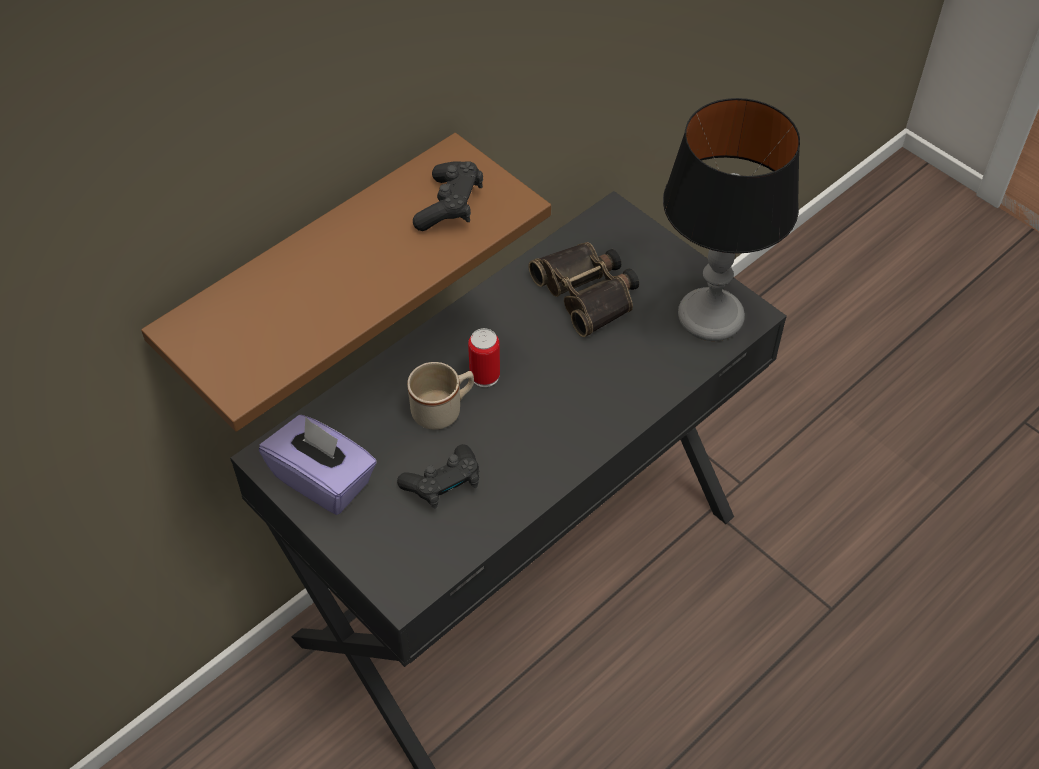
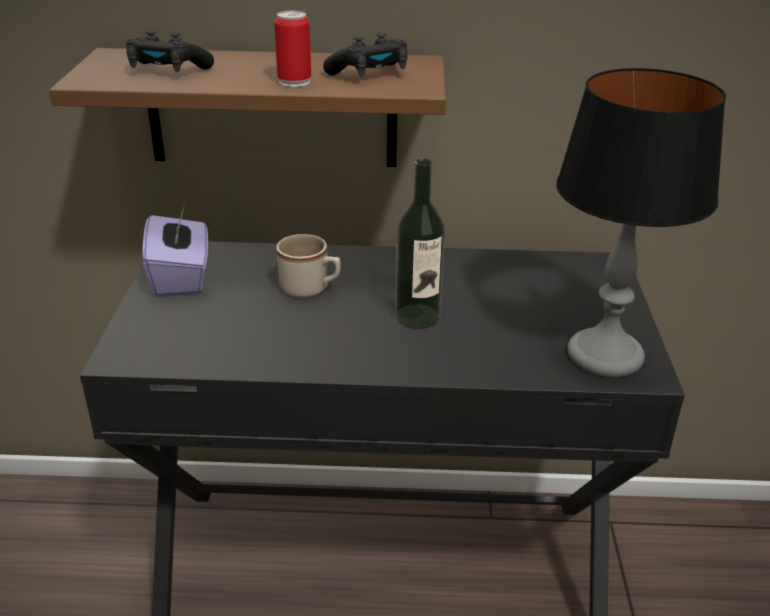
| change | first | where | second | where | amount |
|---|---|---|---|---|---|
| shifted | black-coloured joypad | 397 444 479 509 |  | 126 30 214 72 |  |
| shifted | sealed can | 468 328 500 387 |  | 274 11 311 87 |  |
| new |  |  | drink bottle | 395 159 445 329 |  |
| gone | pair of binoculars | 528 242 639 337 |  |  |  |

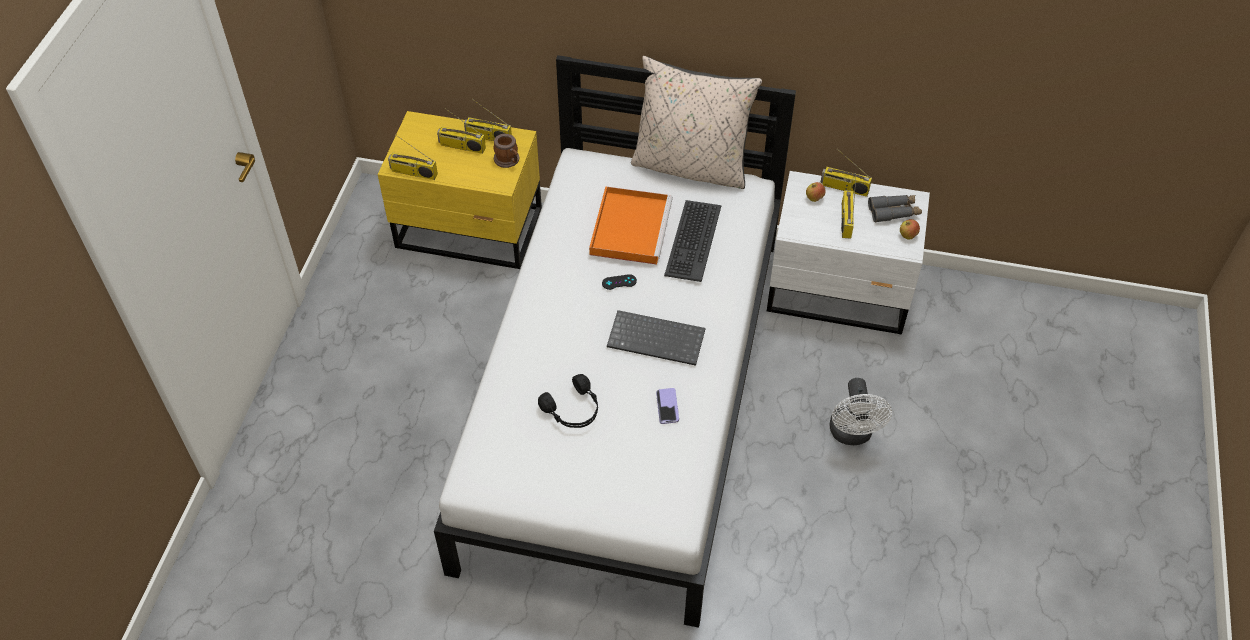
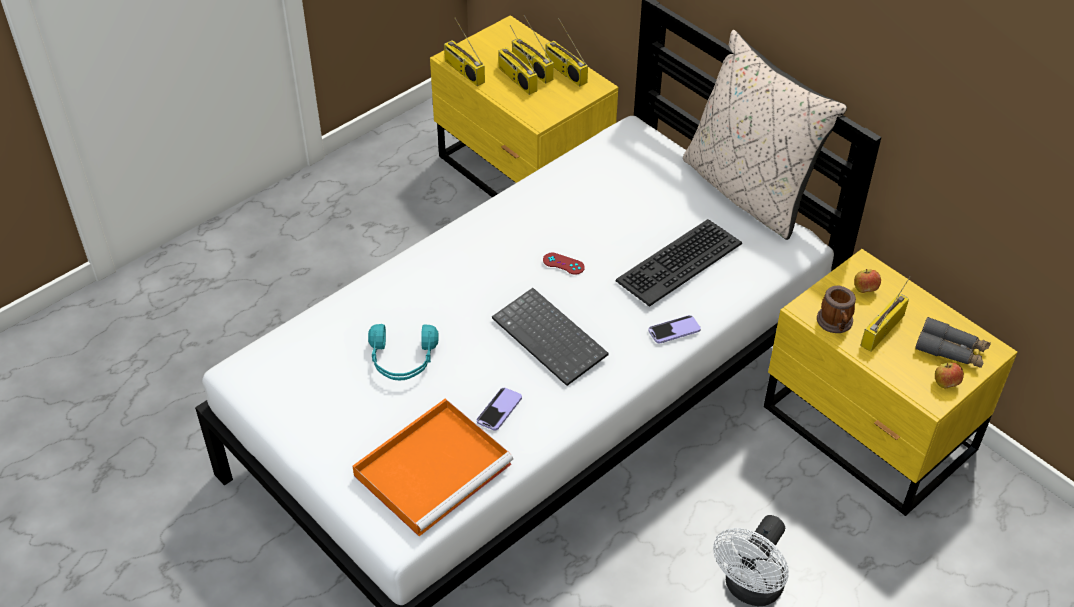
| change | first | where | second | where | amount |
|---|---|---|---|---|---|
| shifted | orange-coloured tray | 589 187 673 265 |  | 352 399 513 536 |  |
| repainted | black-coloured headset | 538 374 598 428 | turquoise-coloured headset | 368 324 439 380 |  |
| shifted | radio set | 820 149 872 197 |  | 498 25 537 95 |  |
| repainted | black-coloured joypad | 602 274 637 290 | red joypad | 543 253 585 275 |  |
| new |  |  | telephone | 648 315 701 344 |  |
| repainted | whitish bedside table | 767 171 930 335 | yellowish bedside table | 764 249 1017 516 |  |
| shifted | tea mug | 494 134 519 168 |  | 817 286 856 333 |  |

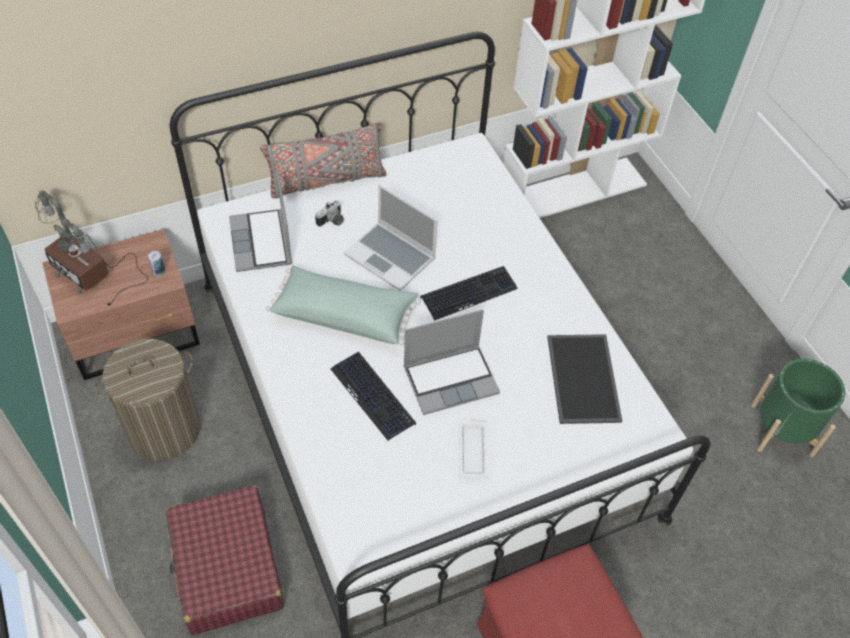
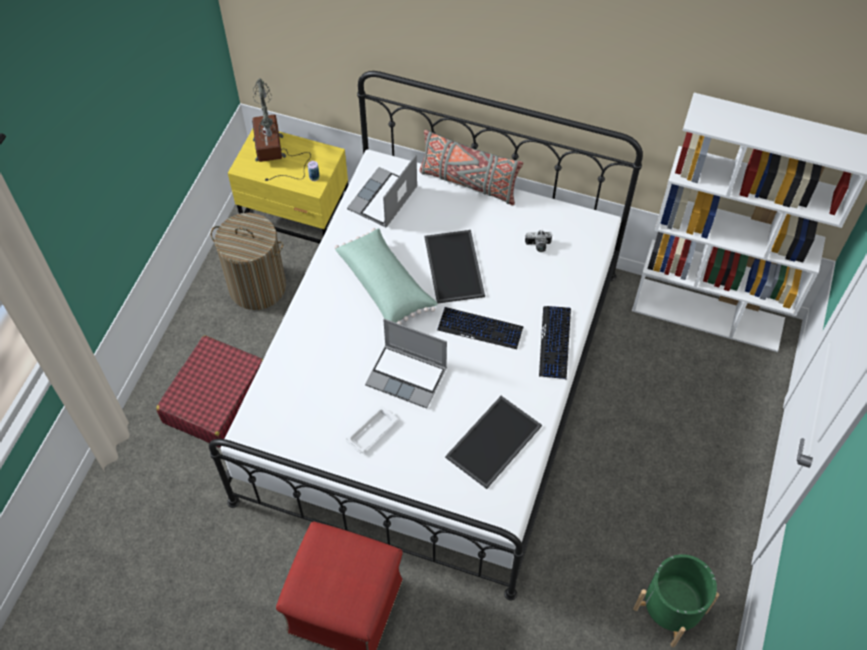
| change | first | where | second | where | amount |
|---|---|---|---|---|---|
| repainted | brown-coloured bedside table | 42 229 200 380 | yellowish bedside table | 228 129 348 244 |  |
| swapped | laptop | 344 184 438 291 | tray | 424 230 485 303 |  |
| shifted | photo camera | 315 200 344 227 |  | 525 230 552 252 |  |
| shifted | keyboard | 331 352 416 441 |  | 539 306 571 380 |  |

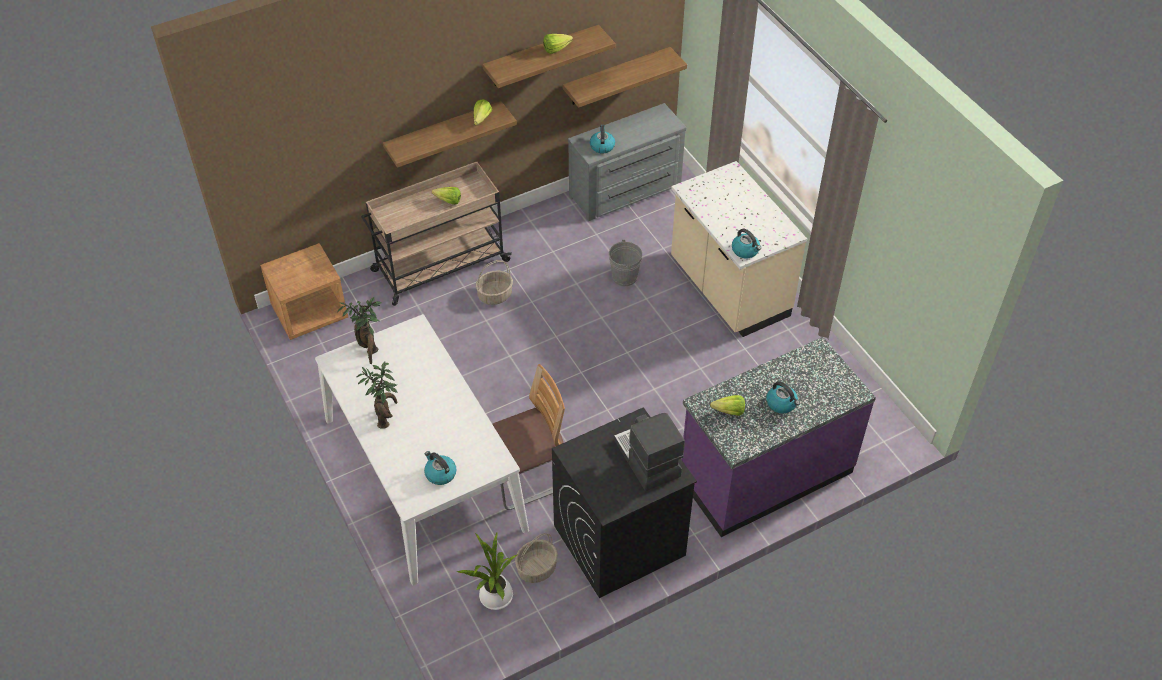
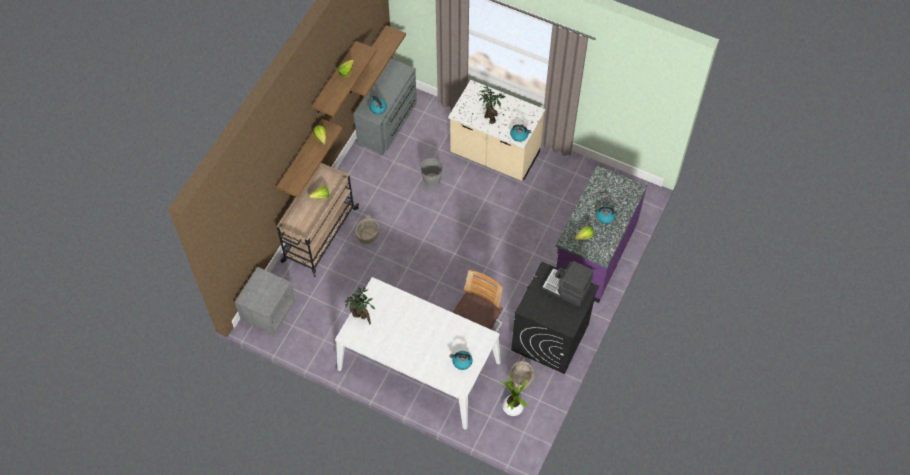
| change | first | where | second | where | amount |
|---|---|---|---|---|---|
| repainted | brown-coloured bedside table | 260 243 348 340 | greyish bedside table | 235 267 296 335 |  |
| shifted | houseplant | 357 362 398 428 |  | 479 86 505 124 |  |

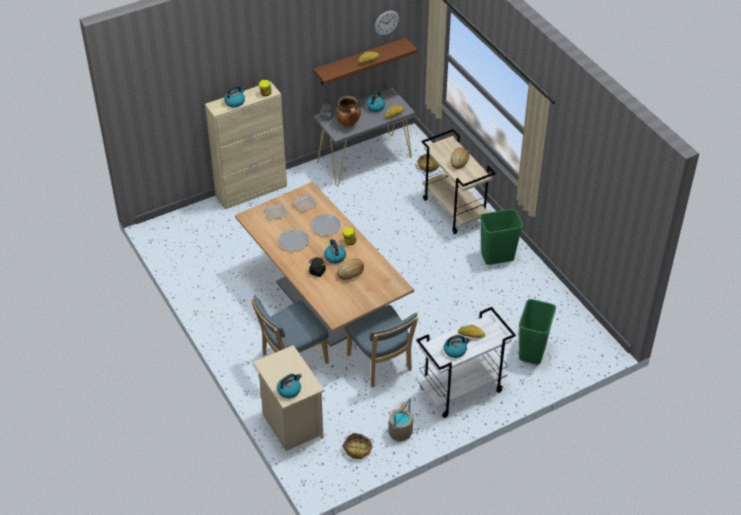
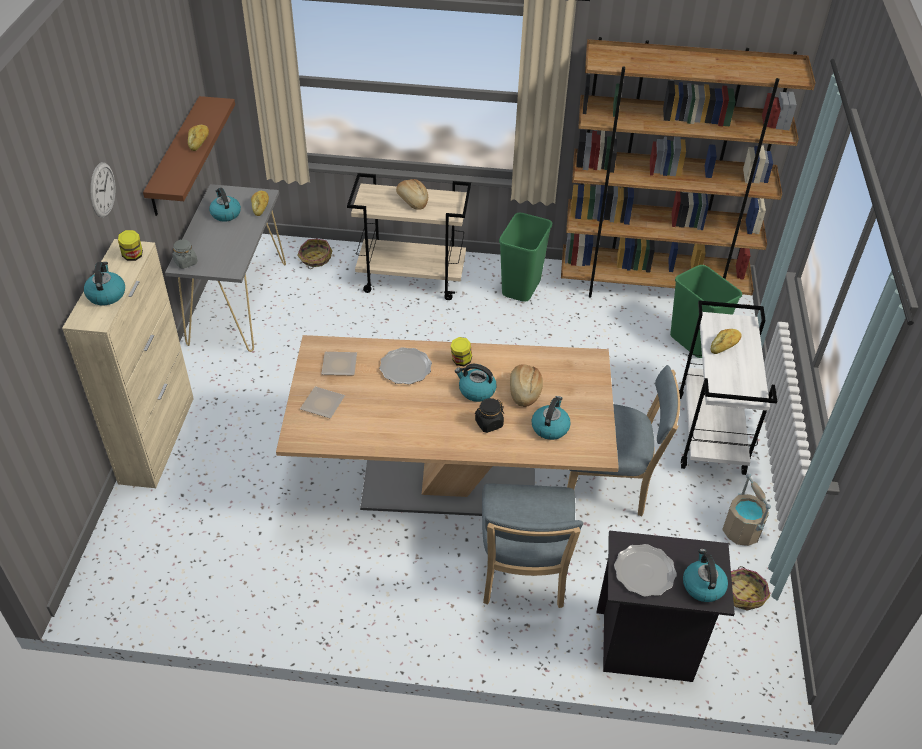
| change | first | where | second | where | amount |
|---|---|---|---|---|---|
| shifted | clock on the wall | 375 10 399 35 |  | 90 162 116 218 |  |
| shifted | water kettle | 444 335 470 358 |  | 531 396 571 440 |  |
| new |  |  | brown-coloured bookshelf | 561 37 816 298 |  |
| repainted | sand-coloured bedside table | 253 345 325 451 | black-coloured bedside table | 597 530 735 682 |  |
| shifted | flat dish | 278 229 309 251 |  | 614 544 677 597 |  |
| gone | cooking pot | 335 96 361 127 |  |  |  |

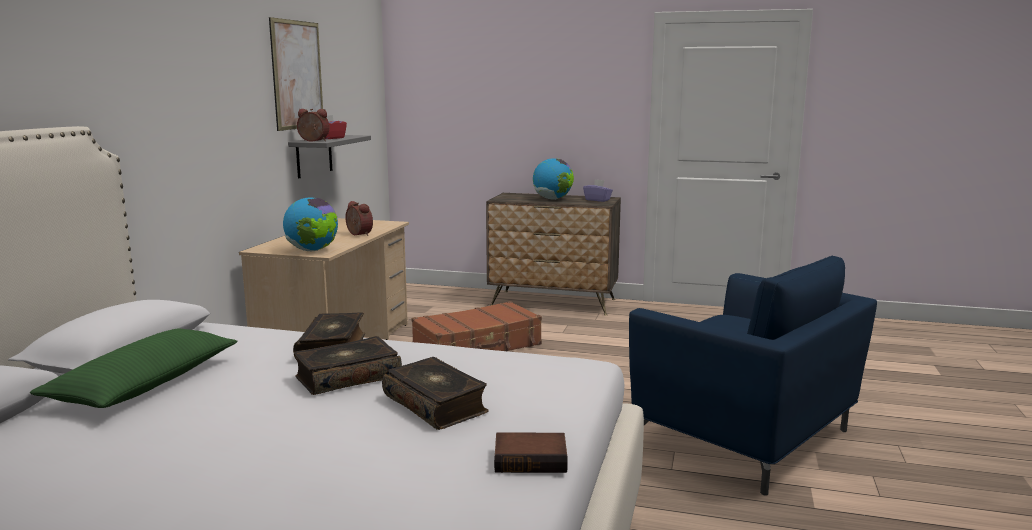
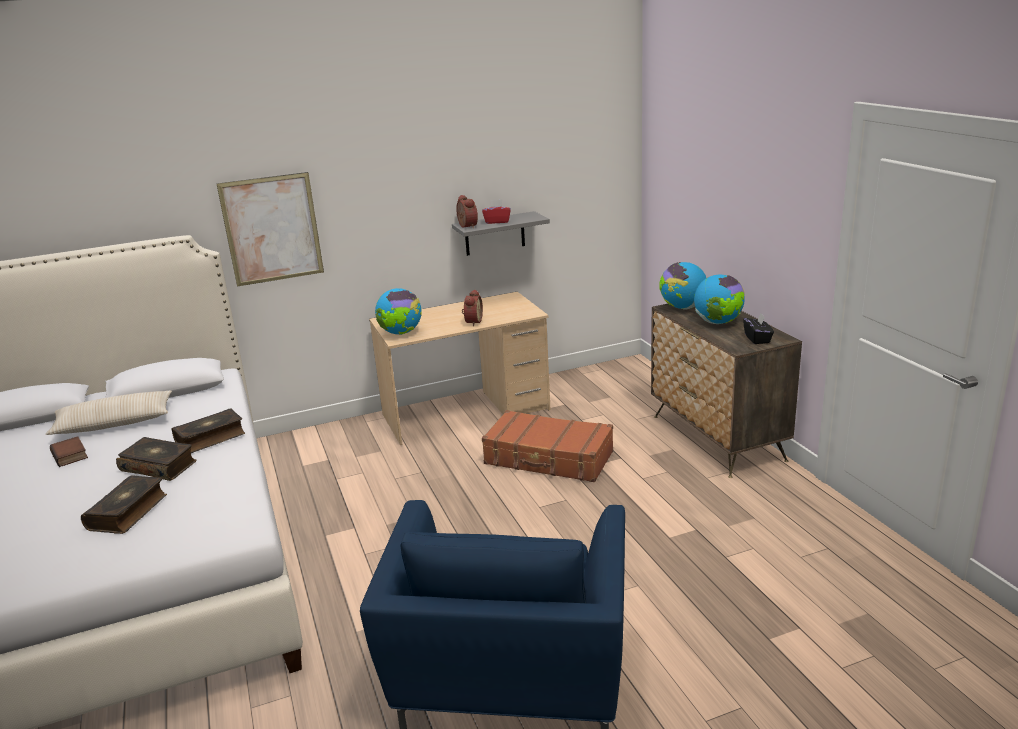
| change | first | where | second | where | amount |
|---|---|---|---|---|---|
| repainted | green-coloured cushion | 30 329 238 408 | sand-coloured cushion | 46 391 172 435 |  |
| shifted | book | 494 433 568 473 |  | 50 436 88 467 |  |
| shifted | wall picture | 269 17 323 131 |  | 217 172 324 287 |  |
| new |  |  | globe | 659 262 706 309 |  |
| repainted | purple box of tissues | 583 179 613 202 | black-coloured box of tissues | 743 313 774 344 |  |

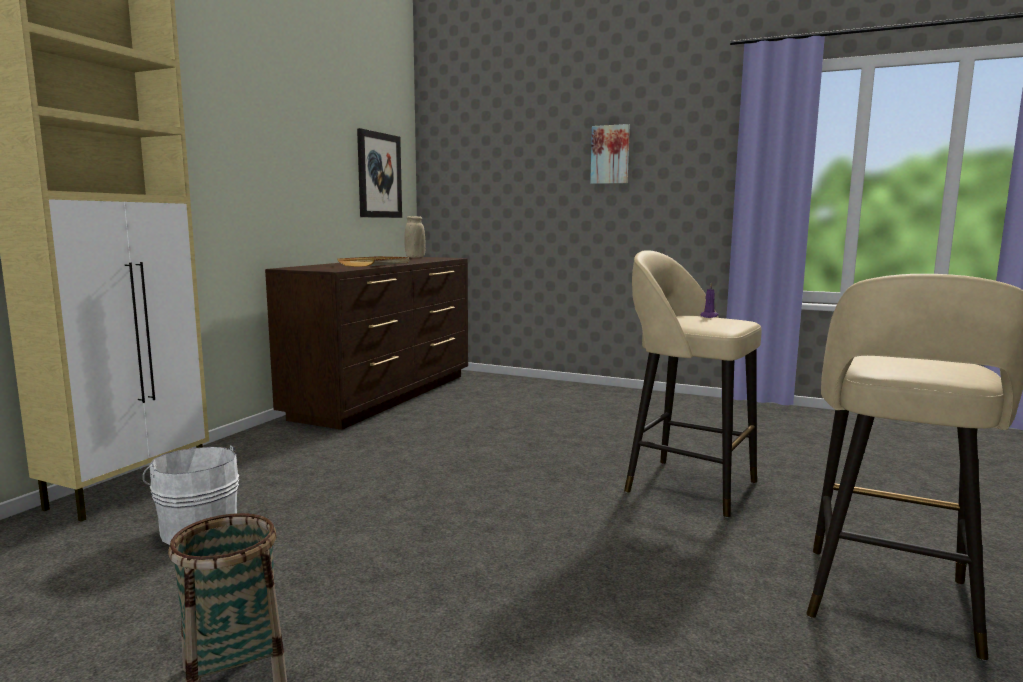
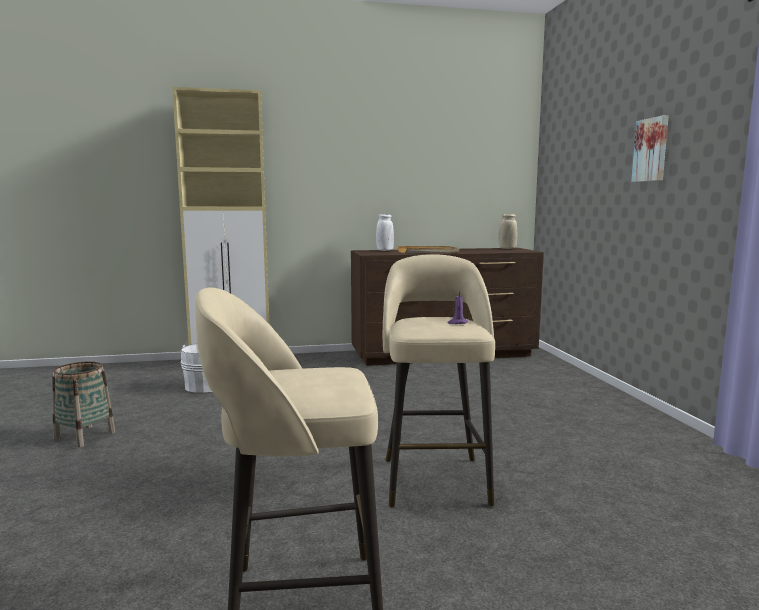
| change | first | where | second | where | amount |
|---|---|---|---|---|---|
| new |  |  | whitish flower vase | 376 214 394 251 |  |
| gone | wall picture | 357 128 402 218 |  |  |  |

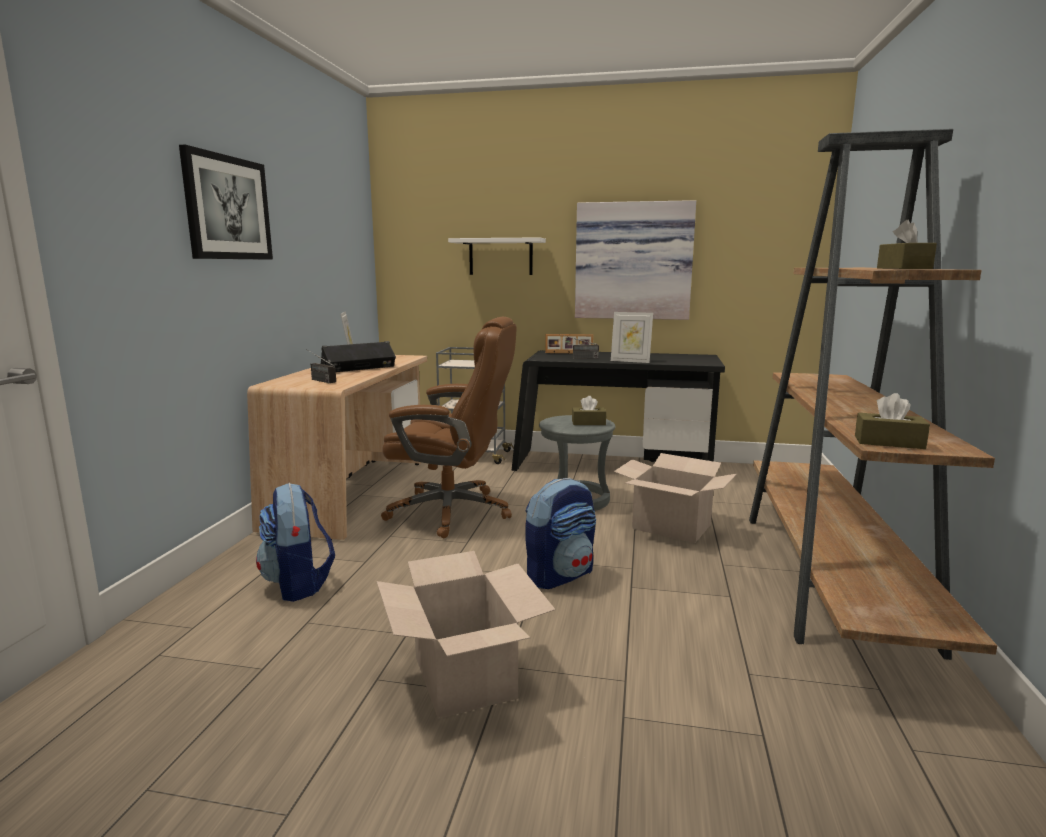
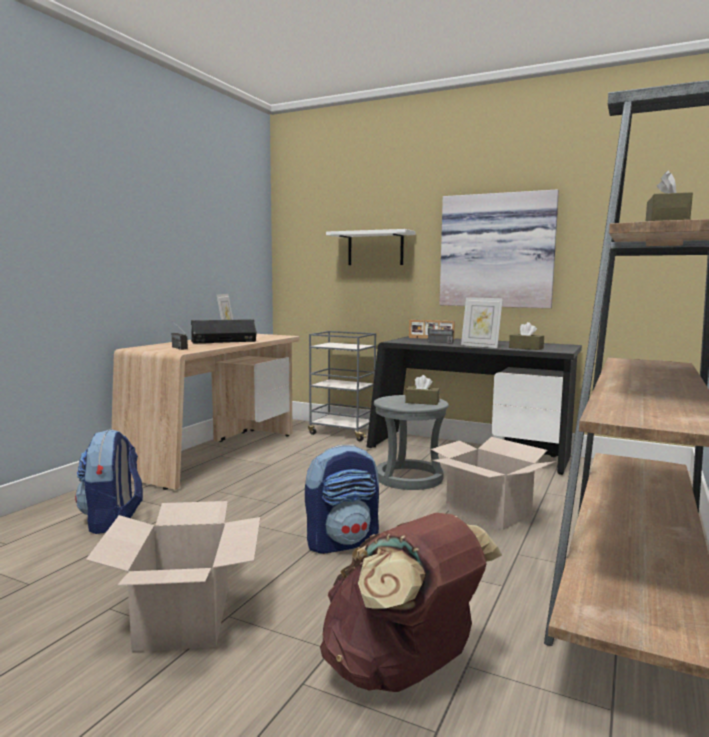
| change | first | where | second | where | amount |
|---|---|---|---|---|---|
| new |  |  | brown-coloured backpack | 320 513 502 692 |  |
| shifted | brown-coloured box of tissues | 855 393 930 449 |  | 509 322 544 350 |  |
| gone | wall picture | 179 145 273 260 |  |  |  |
| gone | brown-coloured desk chair | 381 317 517 538 |  |  |  |

